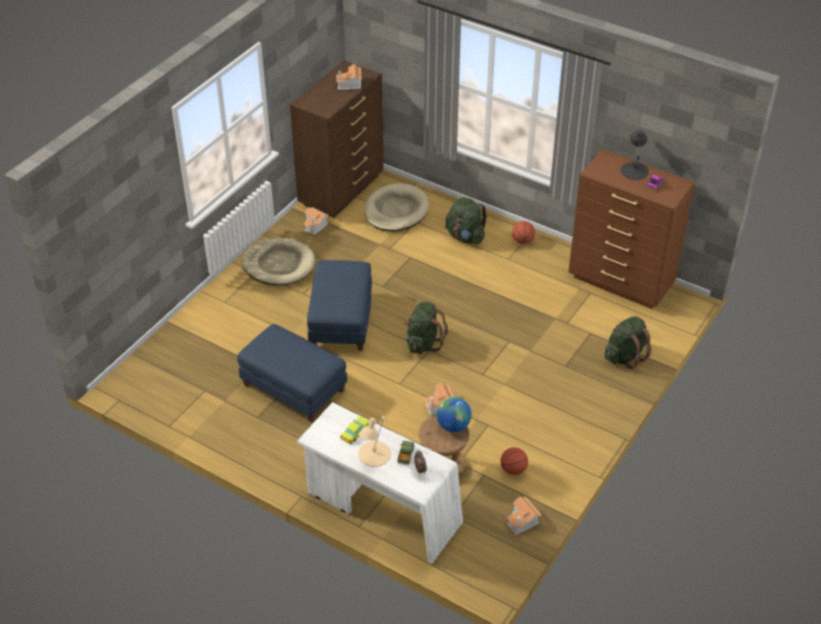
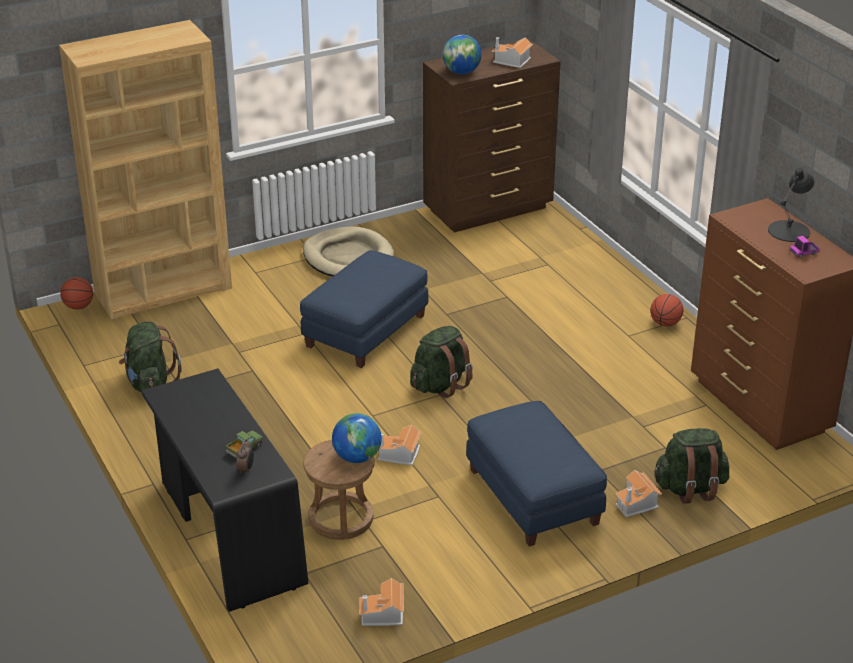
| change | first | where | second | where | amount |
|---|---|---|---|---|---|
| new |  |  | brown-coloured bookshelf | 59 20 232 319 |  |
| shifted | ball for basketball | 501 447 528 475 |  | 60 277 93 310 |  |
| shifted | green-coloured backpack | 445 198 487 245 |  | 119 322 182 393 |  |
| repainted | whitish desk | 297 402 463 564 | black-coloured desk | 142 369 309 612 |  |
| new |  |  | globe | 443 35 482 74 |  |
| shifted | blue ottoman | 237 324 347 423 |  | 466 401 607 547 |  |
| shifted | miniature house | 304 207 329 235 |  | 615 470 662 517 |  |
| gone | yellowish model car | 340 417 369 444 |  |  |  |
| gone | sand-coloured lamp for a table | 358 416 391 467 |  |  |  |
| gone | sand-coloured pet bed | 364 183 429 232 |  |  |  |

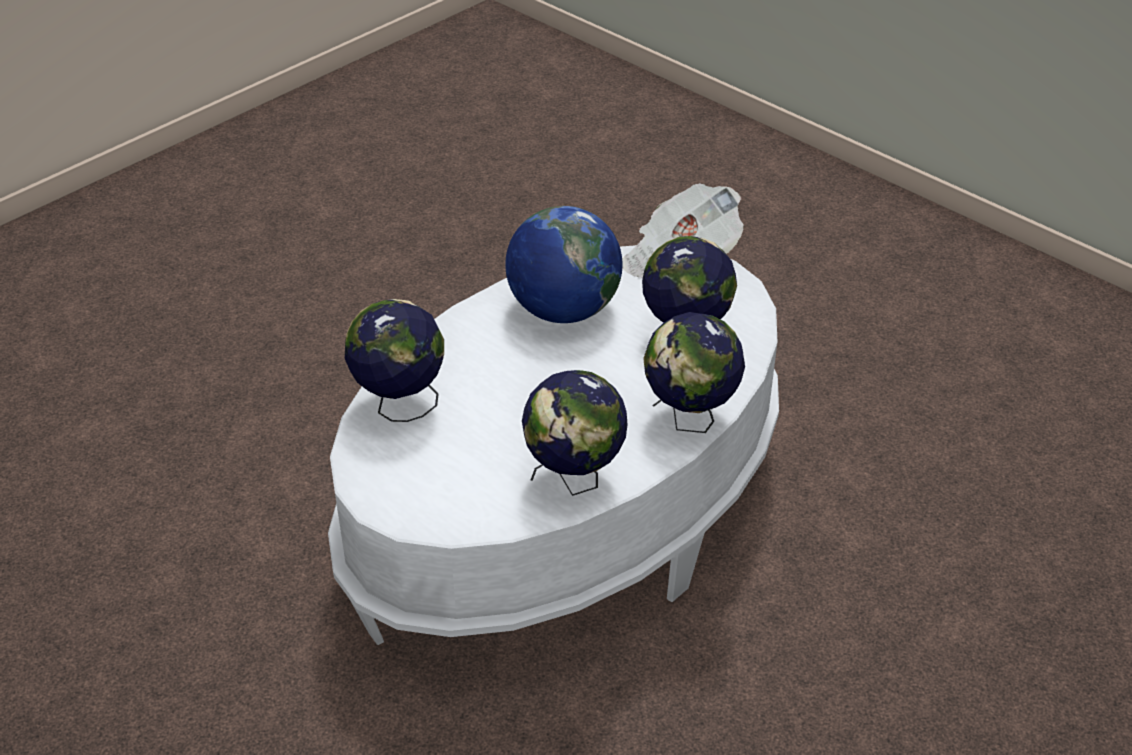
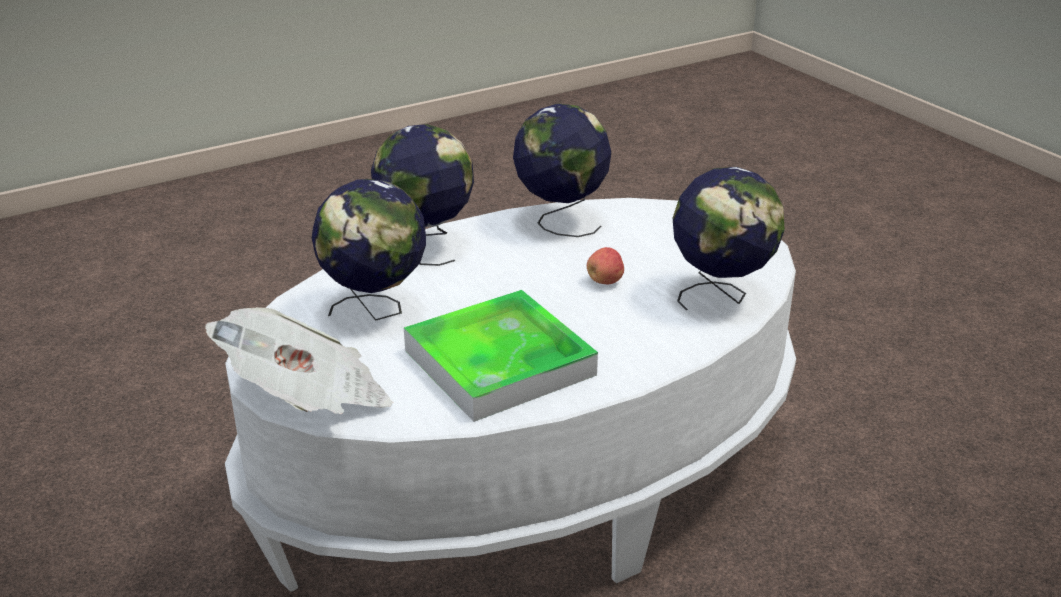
| change | first | where | second | where | amount |
|---|---|---|---|---|---|
| swapped | globe | 505 206 623 323 | tray | 404 290 598 422 |  |
| new |  |  | whole apple | 587 247 624 284 |  |

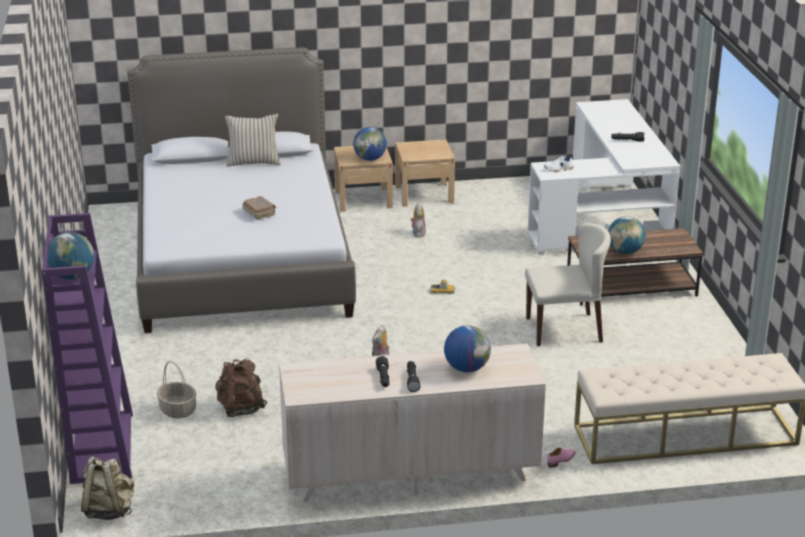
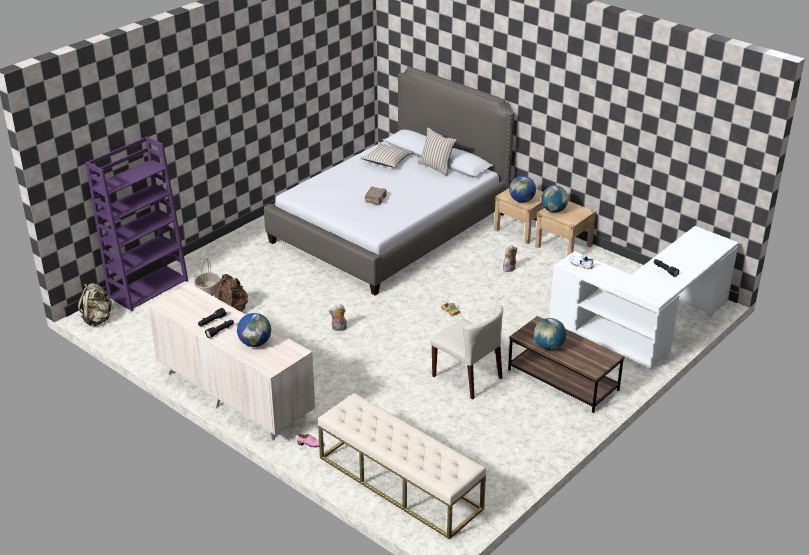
| change | first | where | second | where | amount |
|---|---|---|---|---|---|
| new |  |  | sand-coloured cushion | 361 143 413 168 |  |
| shifted | globe | 47 232 94 279 |  | 541 185 568 213 |  |

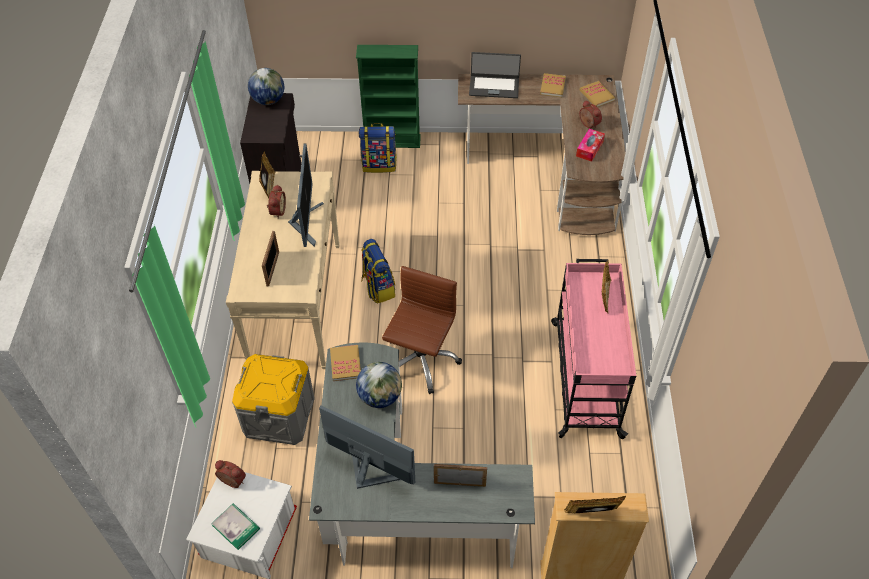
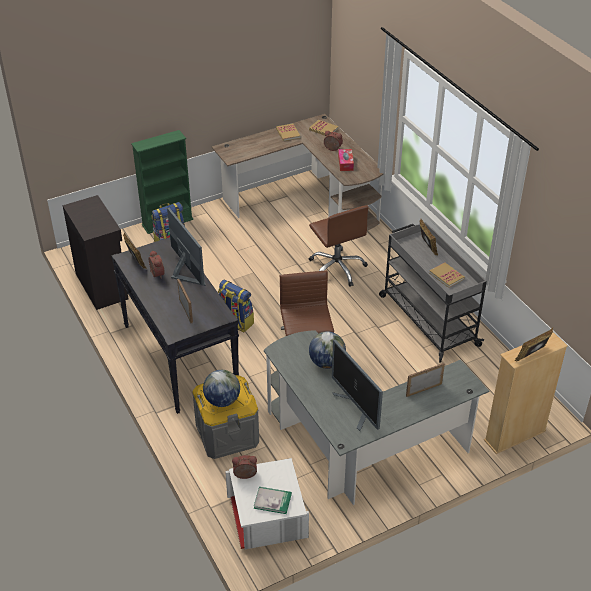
| change | first | where | second | where | amount |
|---|---|---|---|---|---|
| repainted | sand-coloured console table | 226 171 340 369 | black-coloured console table | 111 237 239 414 |  |
| shifted | globe | 248 68 284 105 |  | 203 370 240 407 |  |
| new |  |  | brown-coloured desk chair | 309 205 369 287 |  |
| rotated | computer display | 319 406 415 489 |  | 332 339 383 431 | 120 degrees counterclockwise |
| repainted | pinkish wheeled cart | 551 259 636 439 | greyish wheeled cart | 379 222 487 363 |  |
| shifted | book | 330 345 361 381 |  | 429 262 465 288 |  |
| gone | laptop | 469 52 521 98 |  |  |  |

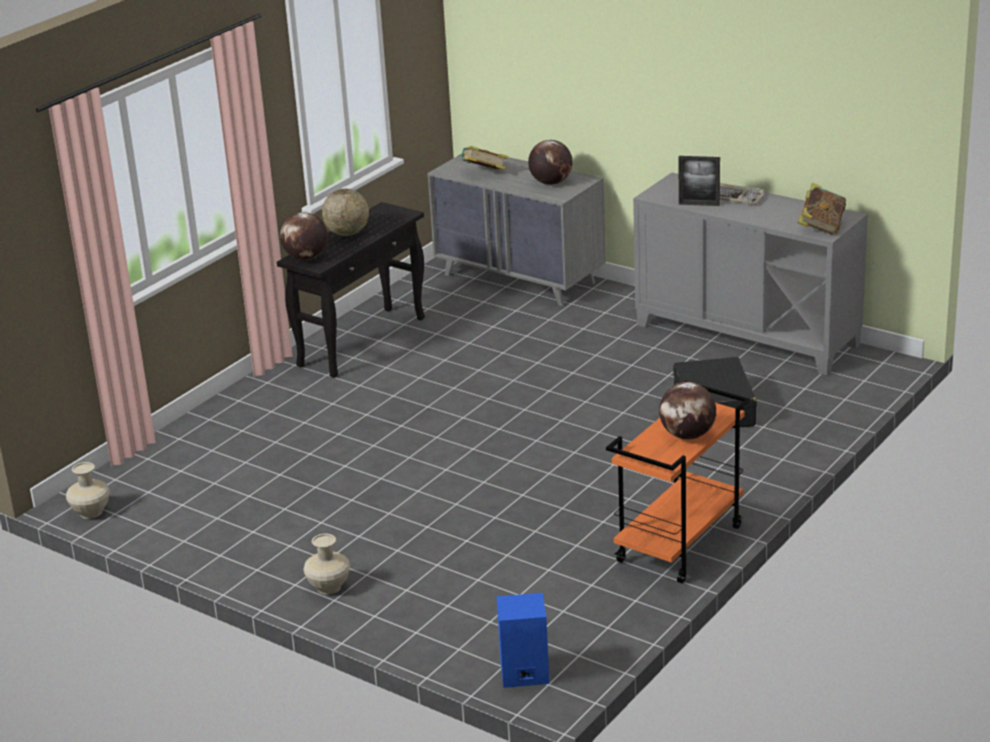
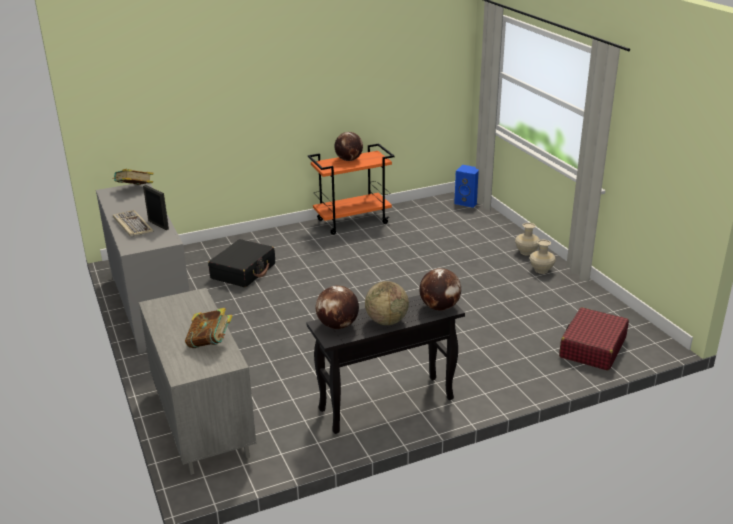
| change | first | where | second | where | amount |
|---|---|---|---|---|---|
| shifted | globe | 528 140 572 185 |  | 316 285 359 329 |  |
| shifted | sand-coloured flower vase | 66 462 110 519 |  | 529 240 556 274 |  |
| new |  |  | red piece of luggage | 559 307 629 371 |  |

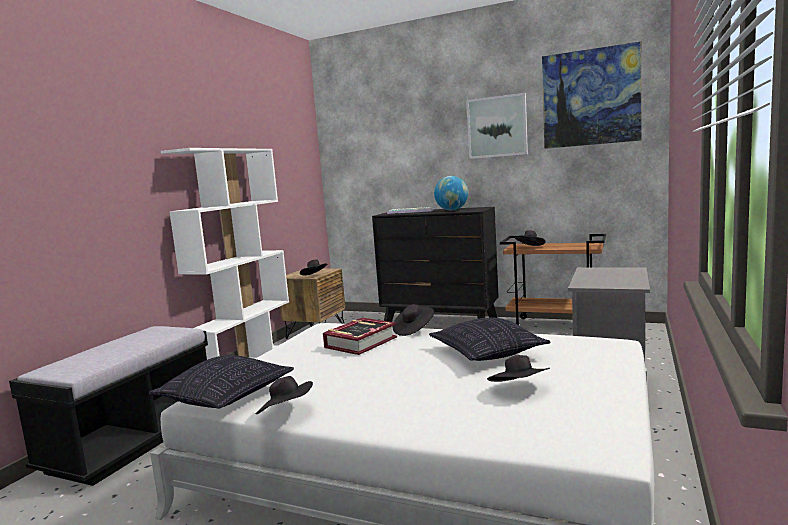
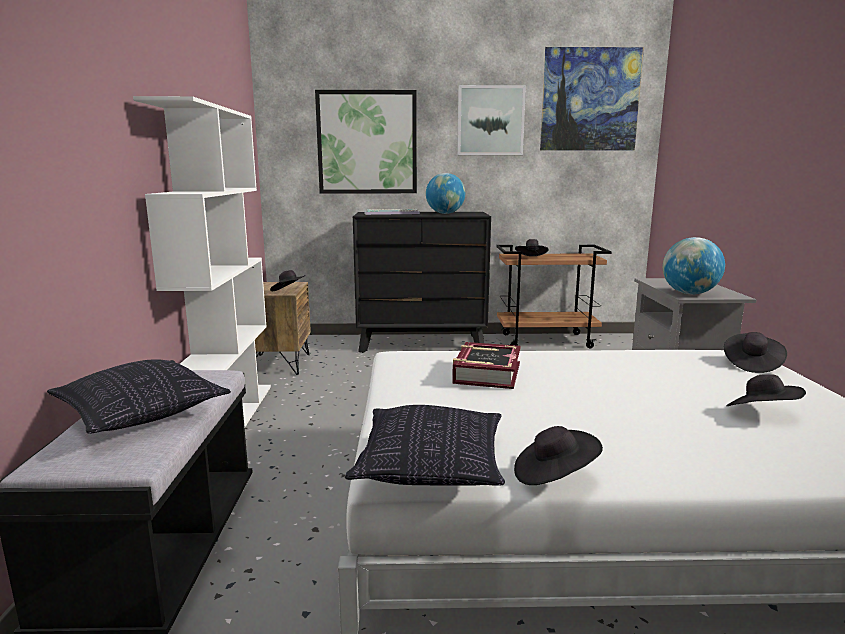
| change | first | where | second | where | amount |
|---|---|---|---|---|---|
| shifted | cushion | 429 318 551 361 |  | 47 359 231 434 |  |
| new |  |  | wall picture | 315 90 417 193 |  |
| new |  |  | globe | 663 237 725 294 |  |
| shifted | black-coloured clothing hat | 393 304 434 336 |  | 724 332 787 373 |  |

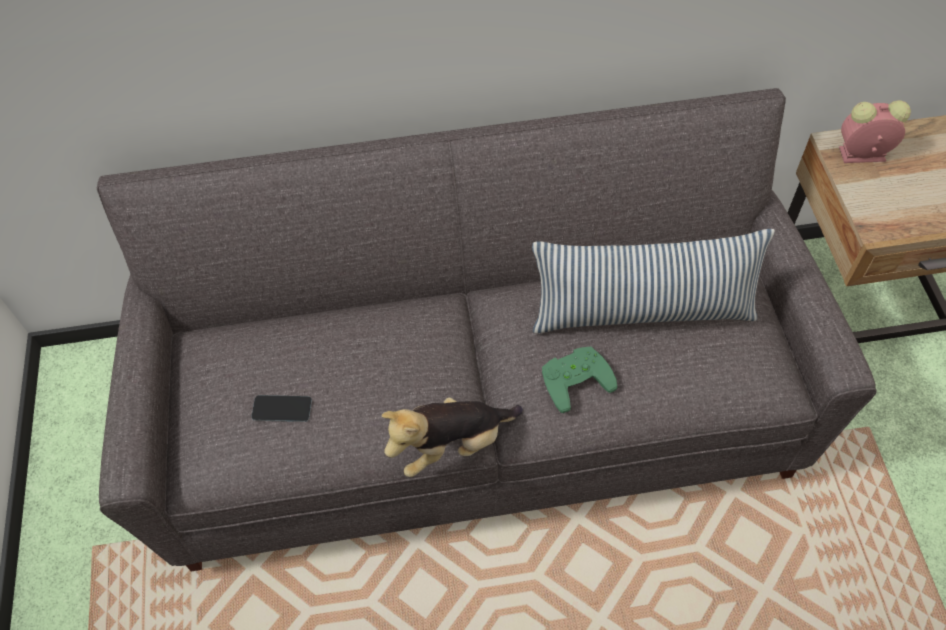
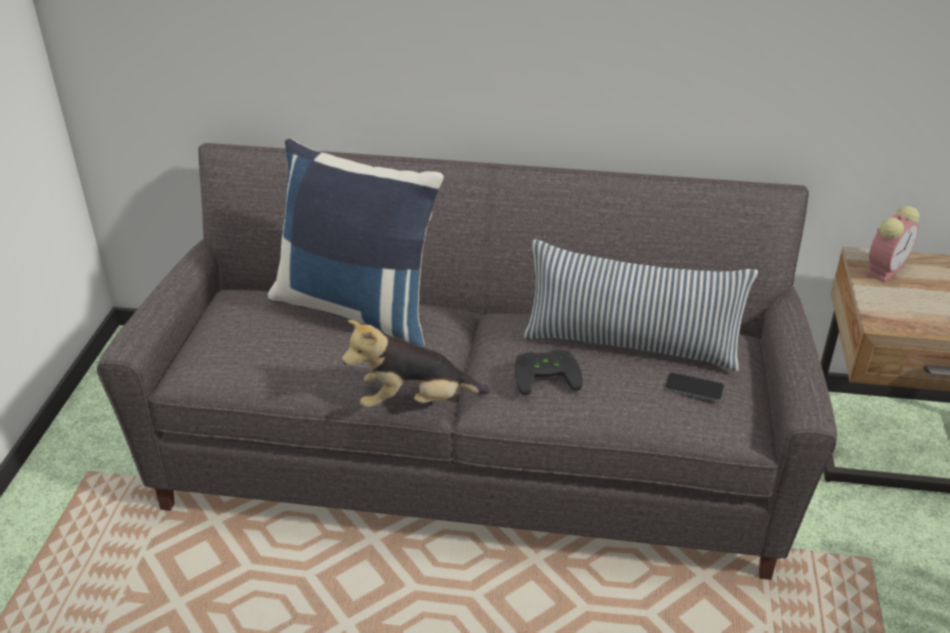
| change | first | where | second | where | amount |
|---|---|---|---|---|---|
| new |  |  | blue cushion | 267 139 444 347 |  |
| repainted | green-coloured joypad | 542 346 617 413 | black-coloured joypad | 515 350 583 395 |  |
| shifted | telephone | 251 395 312 422 |  | 665 373 724 401 |  |
| rotated | alarm clock | 839 100 911 163 |  | 866 206 920 282 | 120 degrees clockwise |

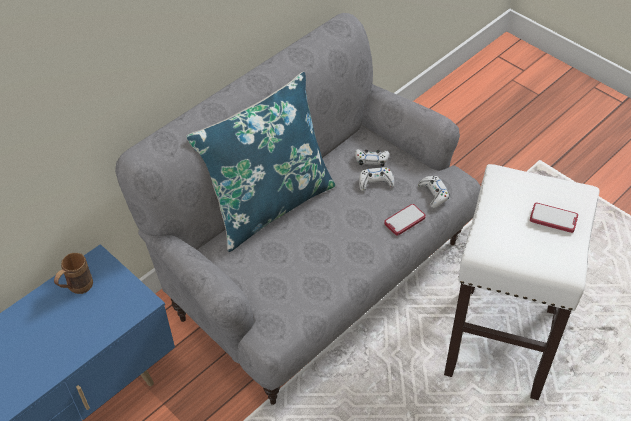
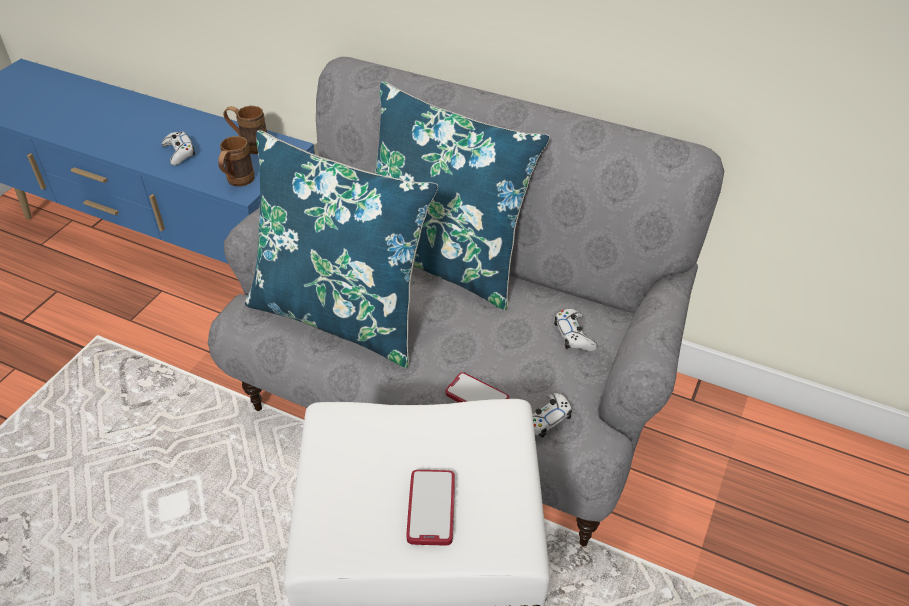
| change | first | where | second | where | amount |
|---|---|---|---|---|---|
| shifted | whitish joypad | 359 167 394 191 |  | 162 132 196 165 |  |
| new |  |  | brown-coloured tea mug | 218 136 255 187 |  |
| new |  |  | blue cushion | 245 130 438 368 |  |

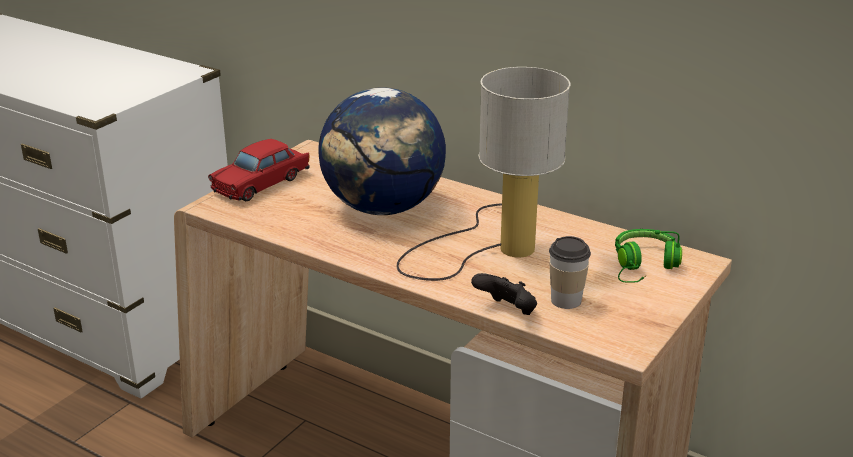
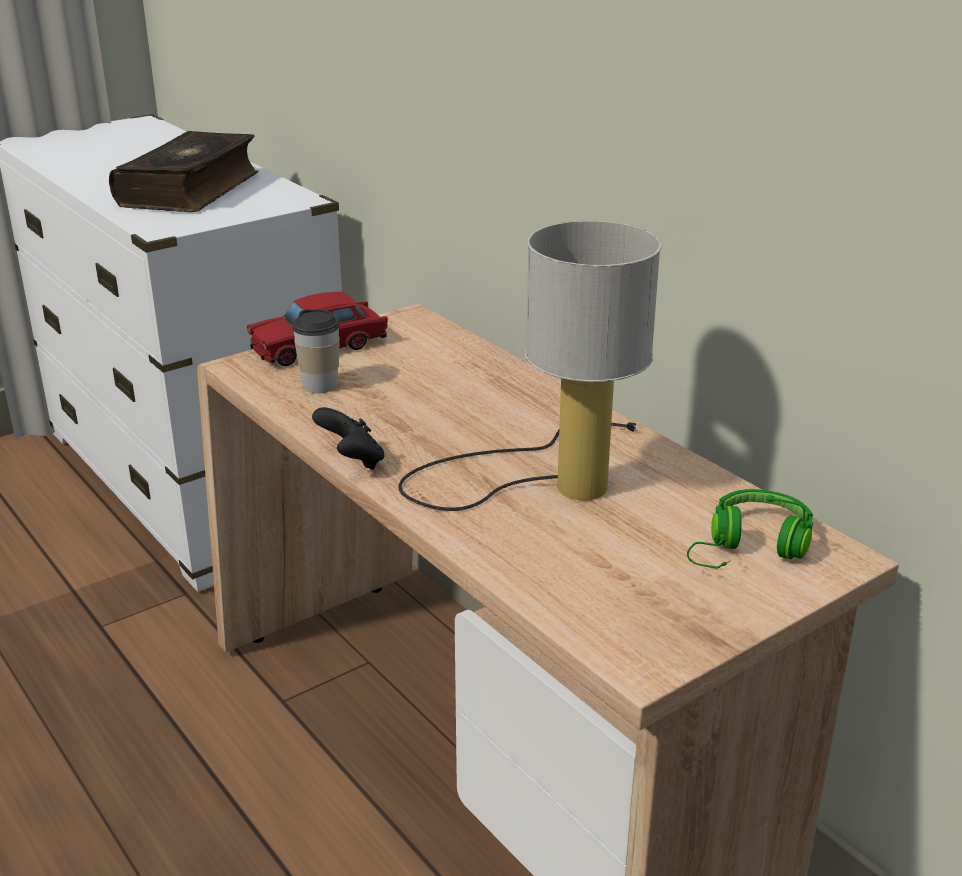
| change | first | where | second | where | amount |
|---|---|---|---|---|---|
| new |  |  | book | 109 131 258 212 |  |
| shifted | cup | 549 236 591 309 |  | 292 309 340 393 |  |
| shifted | black-coloured joypad | 471 273 537 315 |  | 312 407 385 470 |  |
| gone | globe | 318 87 446 215 |  |  |  |

